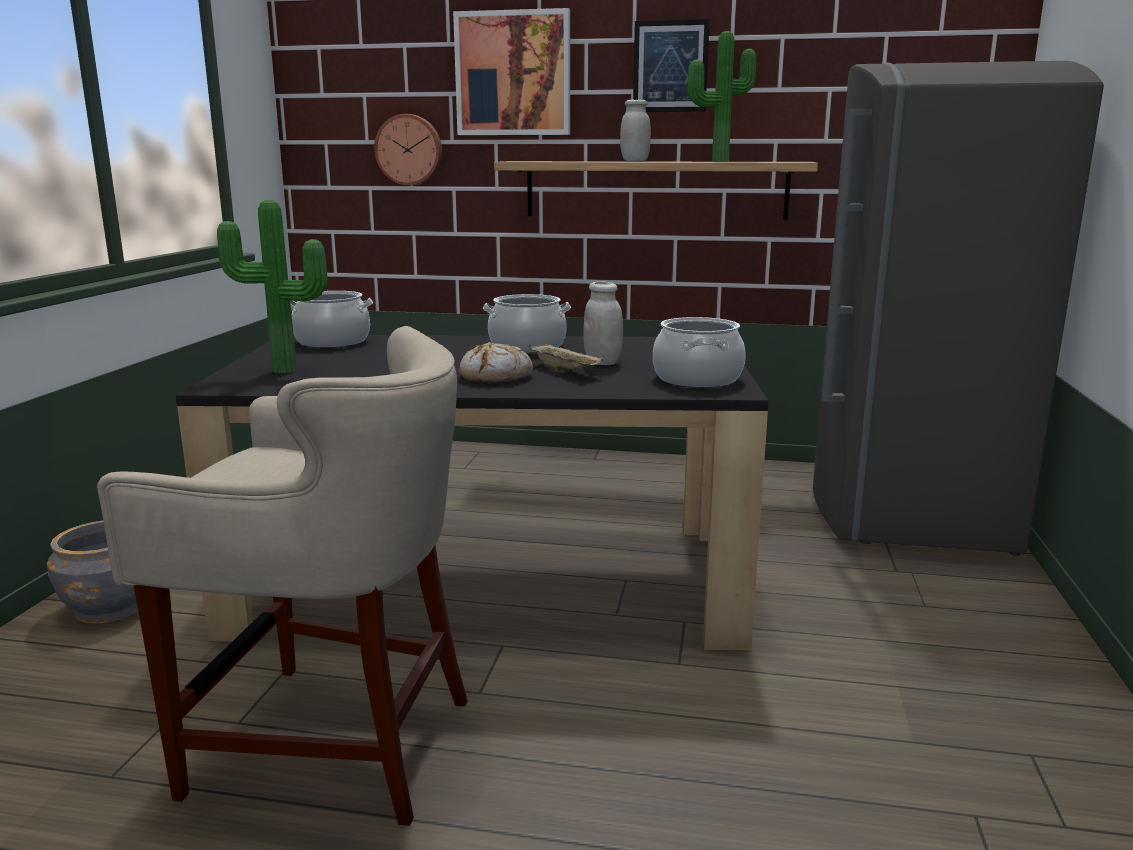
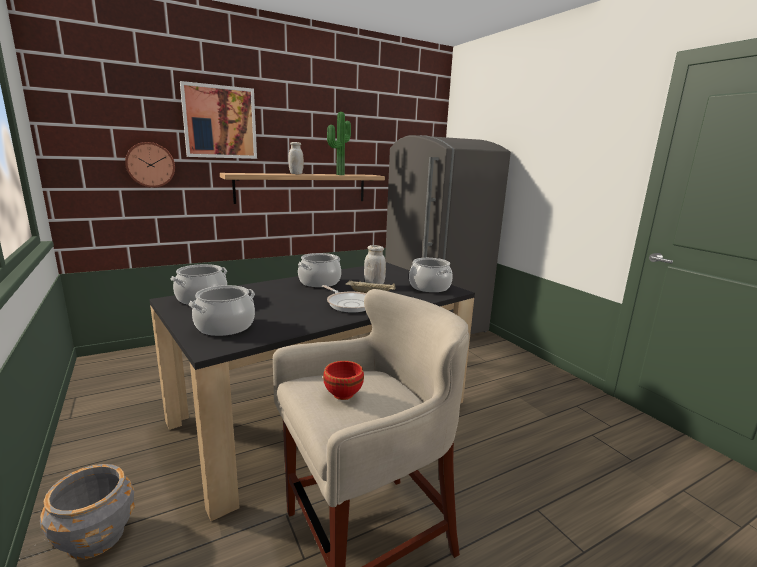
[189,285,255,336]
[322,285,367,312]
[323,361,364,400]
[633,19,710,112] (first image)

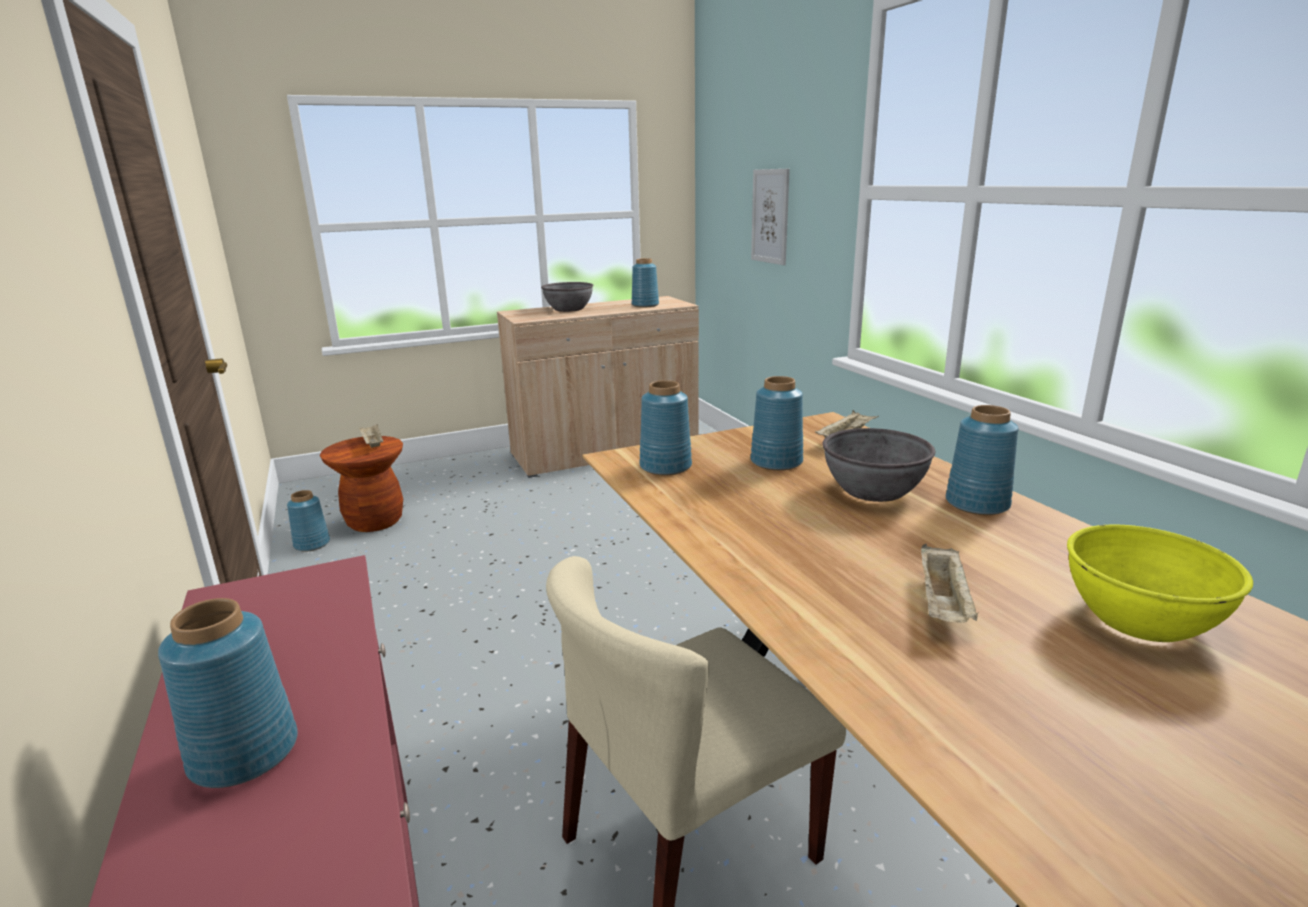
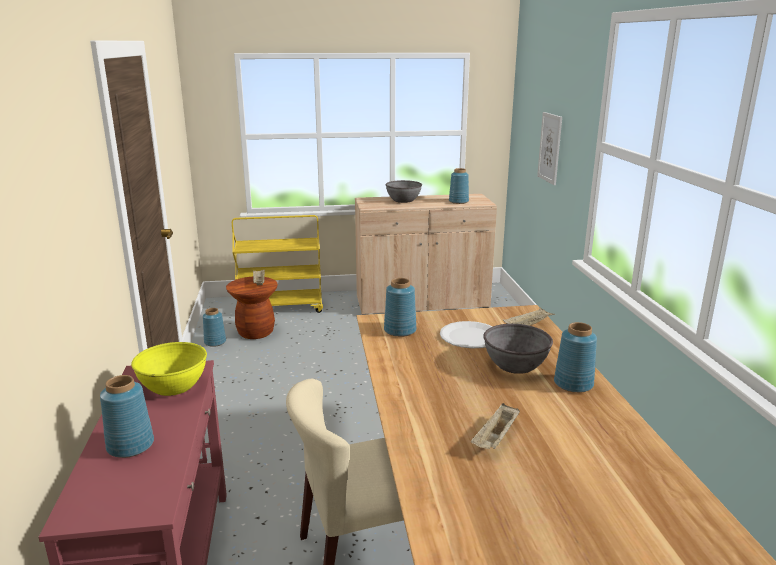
[131,342,207,396]
[232,215,323,313]
[440,321,493,348]

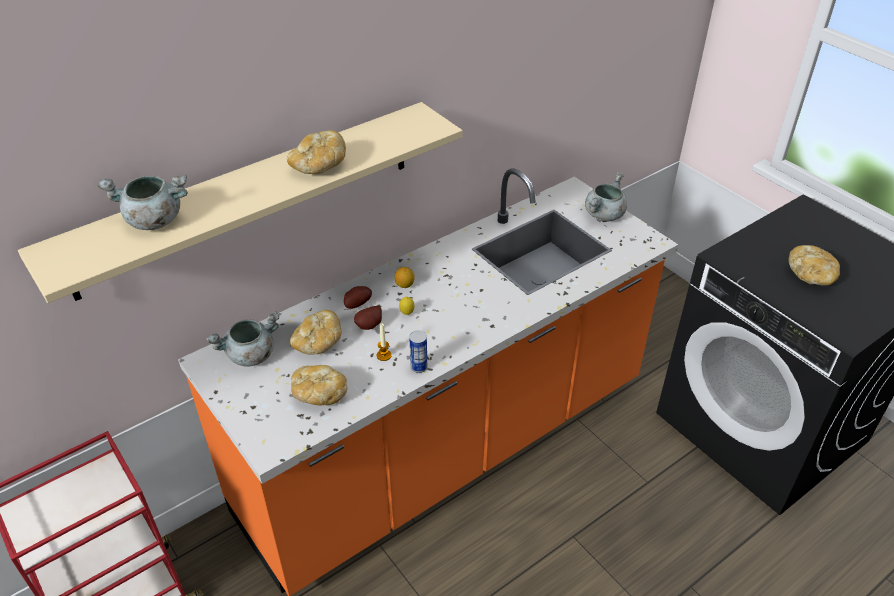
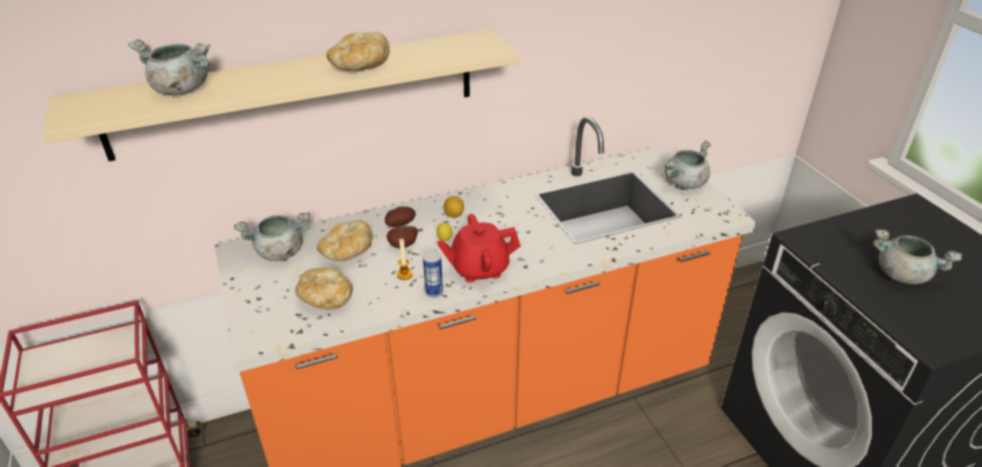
[437,214,521,283]
[873,229,962,284]

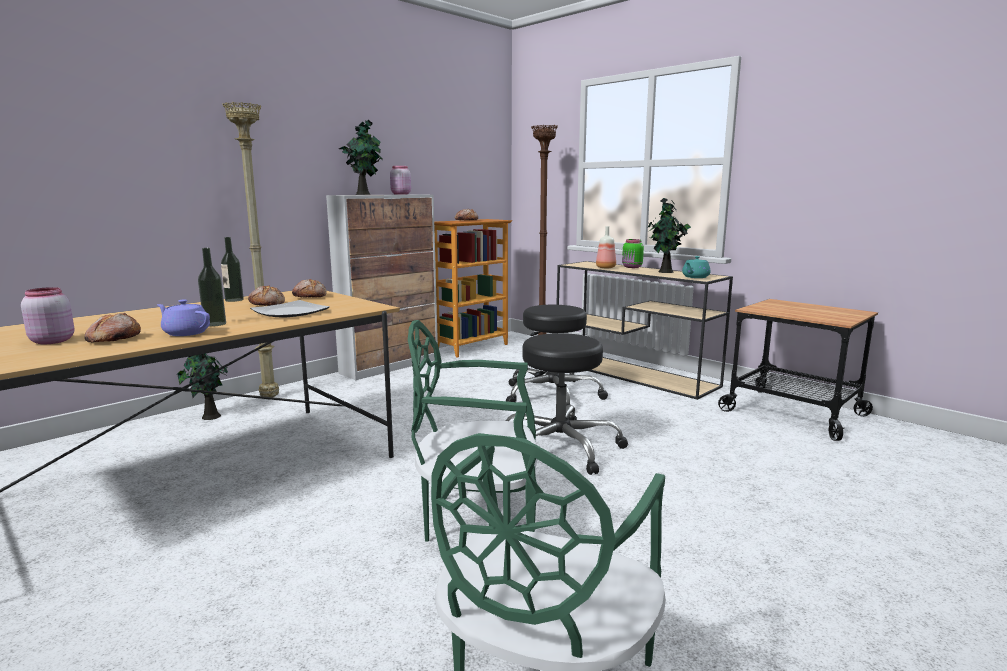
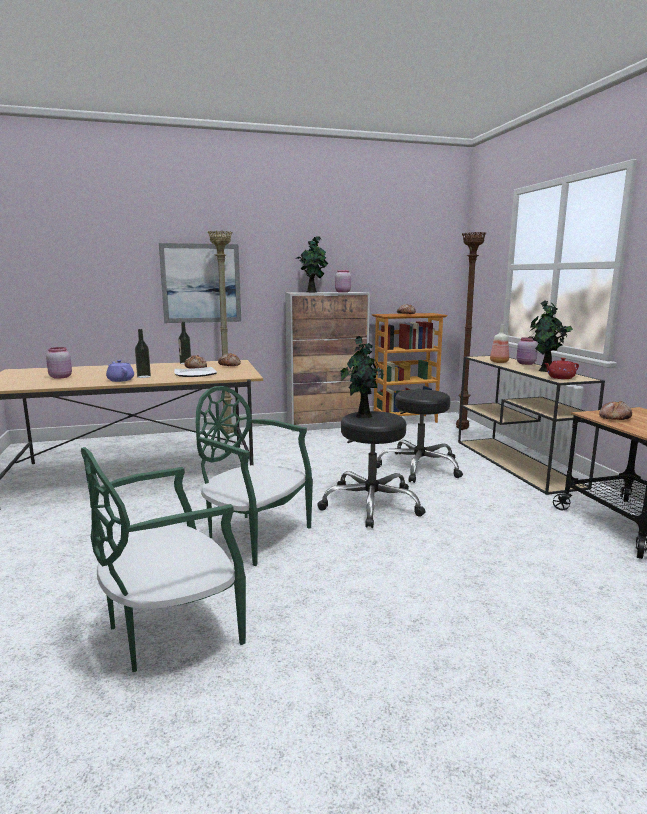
[159,243,241,323]
[341,335,384,418]
[517,337,538,365]
[544,358,579,379]
[599,401,632,420]

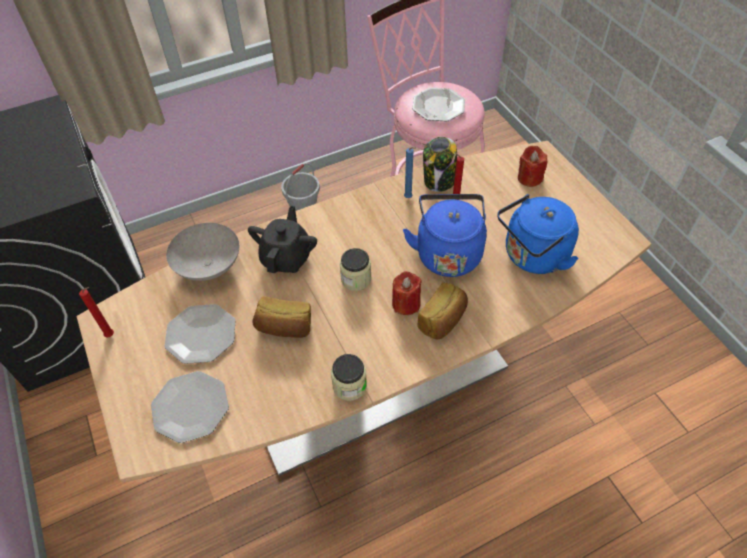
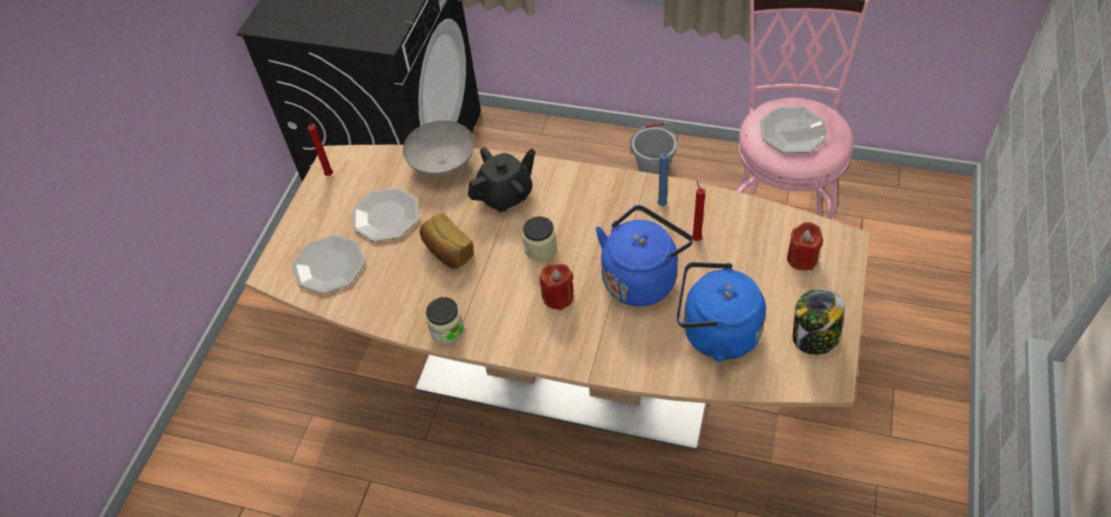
[793,289,845,355]
[417,283,468,339] (first image)

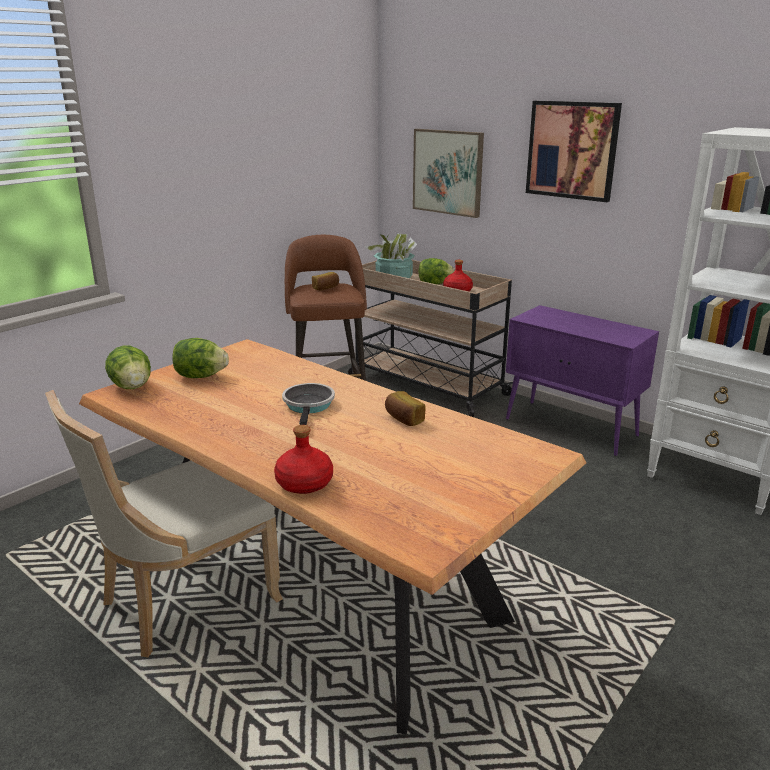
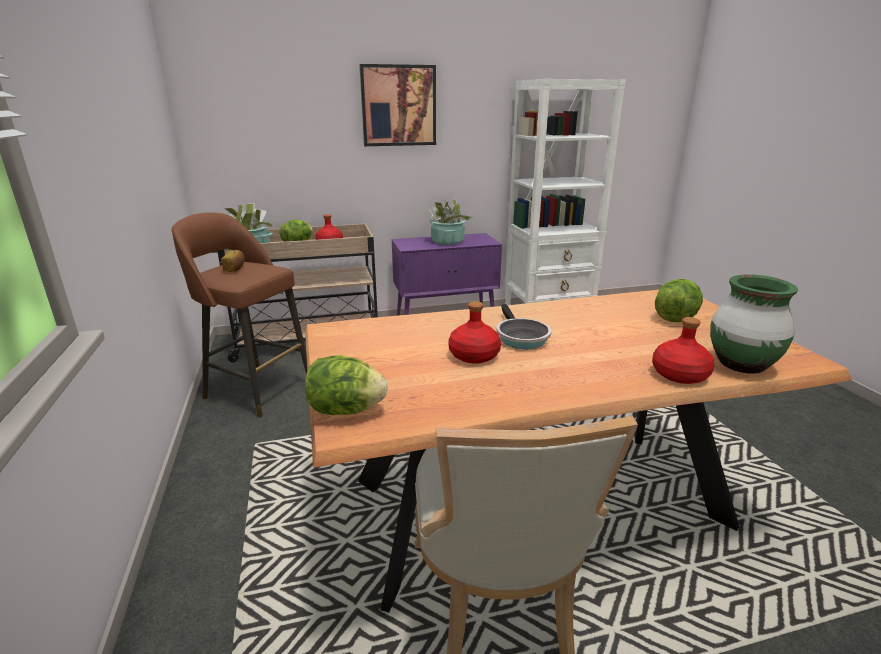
[428,199,472,245]
[448,301,501,364]
[496,304,551,349]
[655,279,703,322]
[710,274,798,374]
[385,391,426,426] (first image)
[413,129,484,218] (first image)

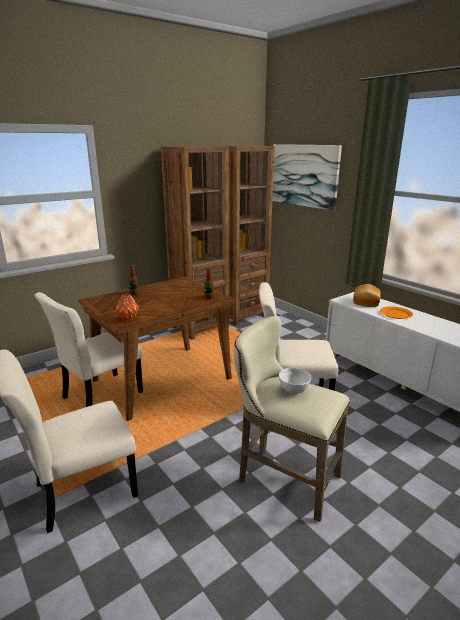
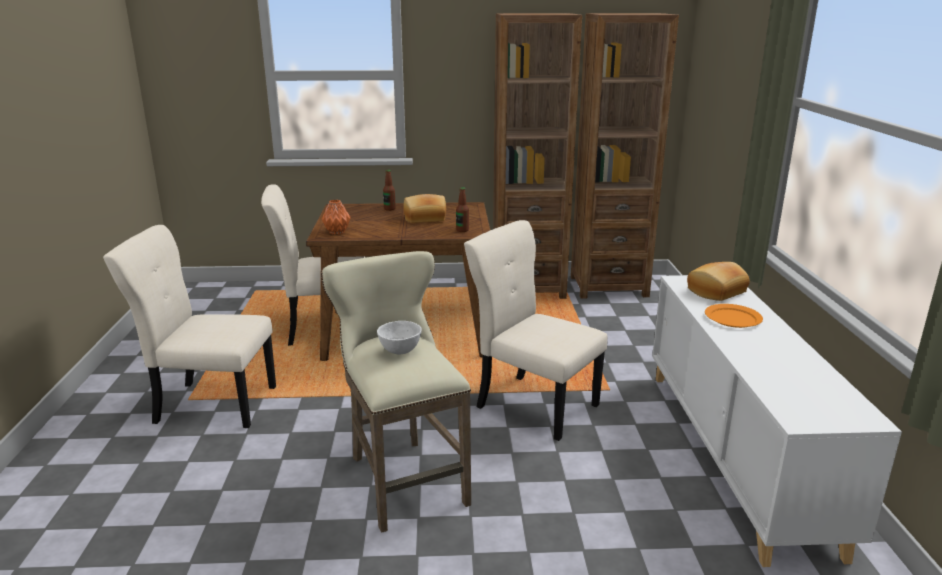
[403,194,446,223]
[272,144,342,211] (first image)

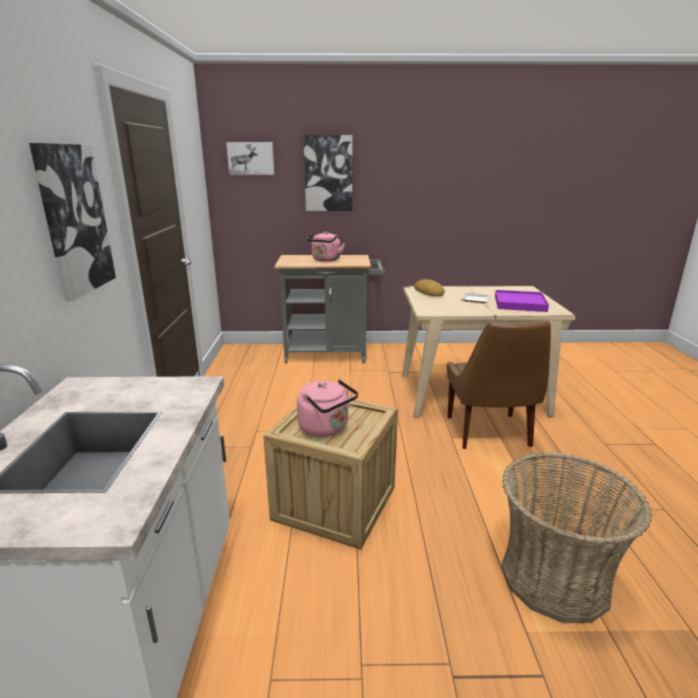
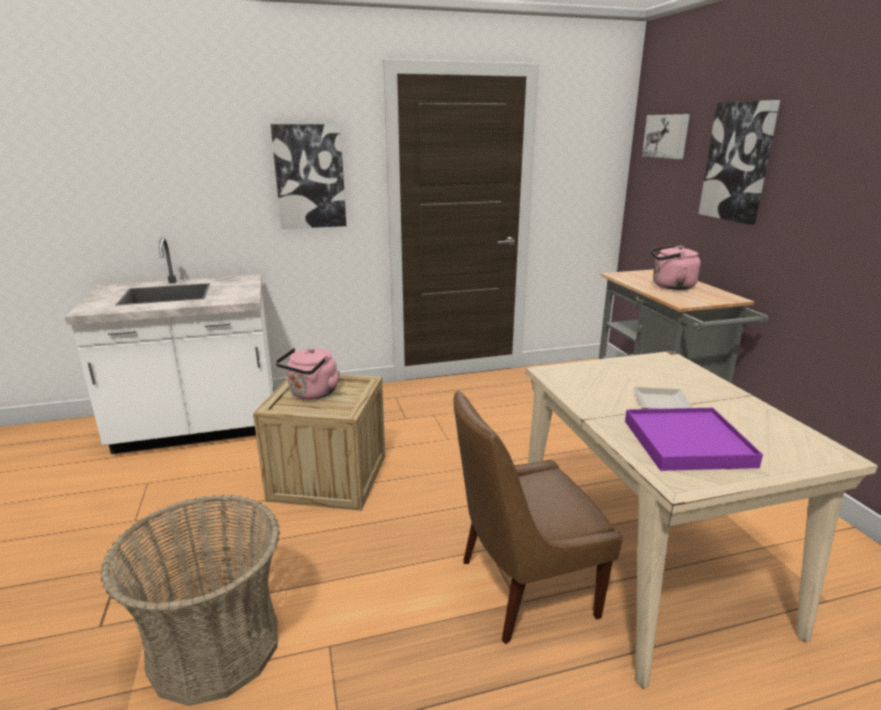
[414,279,445,297] (first image)

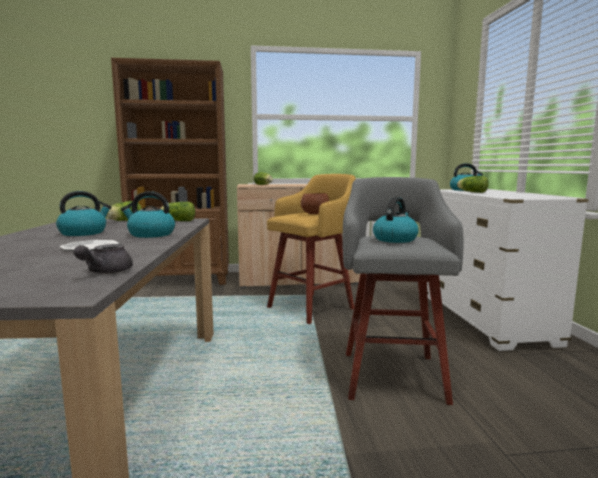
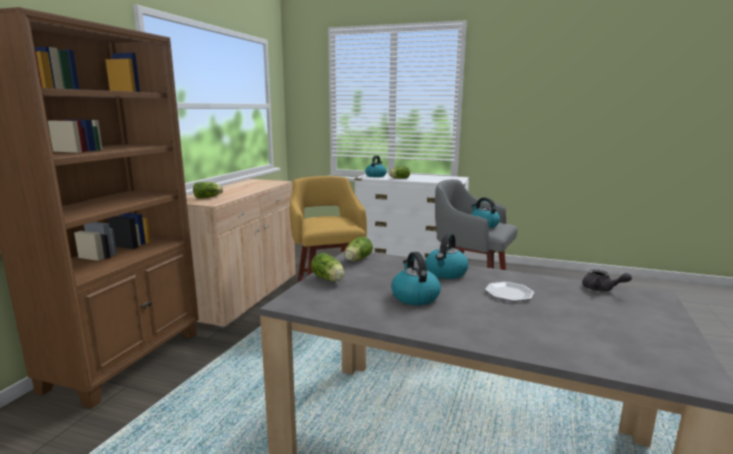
[301,193,329,214] (first image)

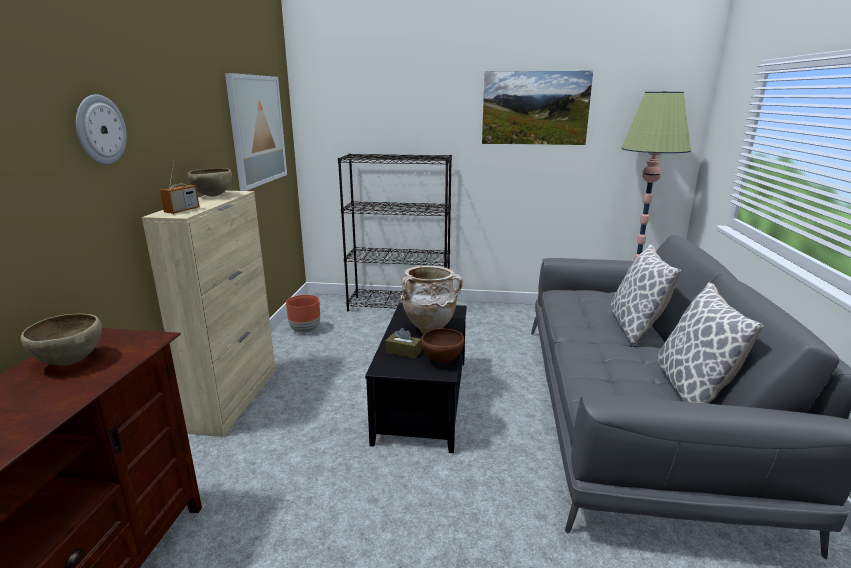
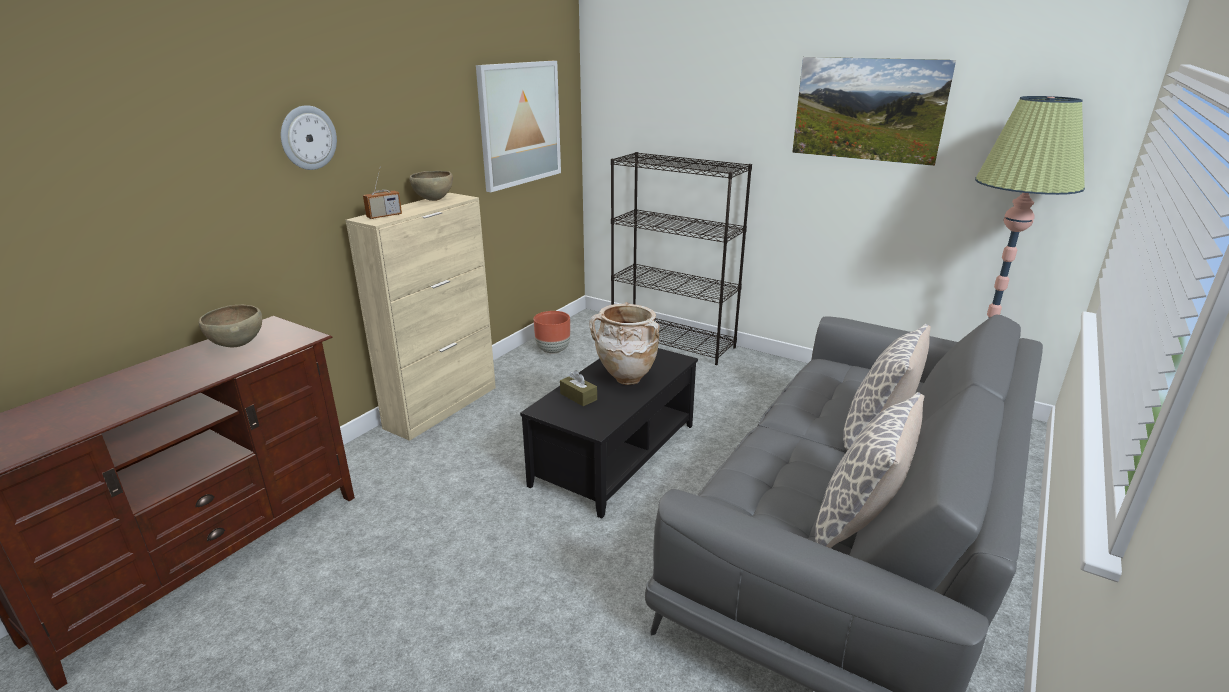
[421,328,465,363] (first image)

